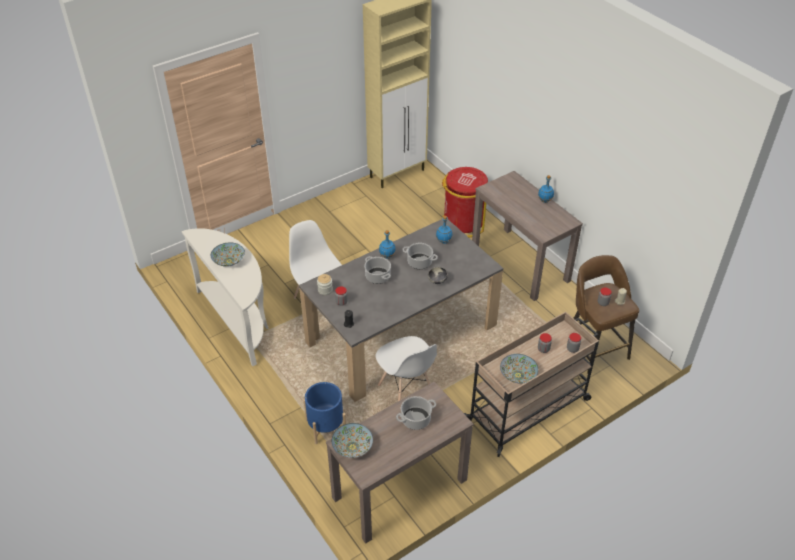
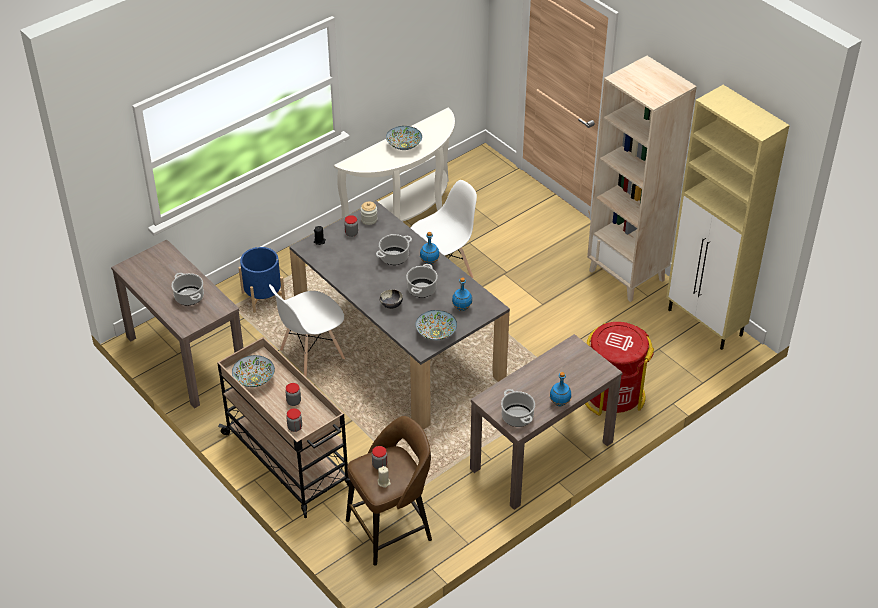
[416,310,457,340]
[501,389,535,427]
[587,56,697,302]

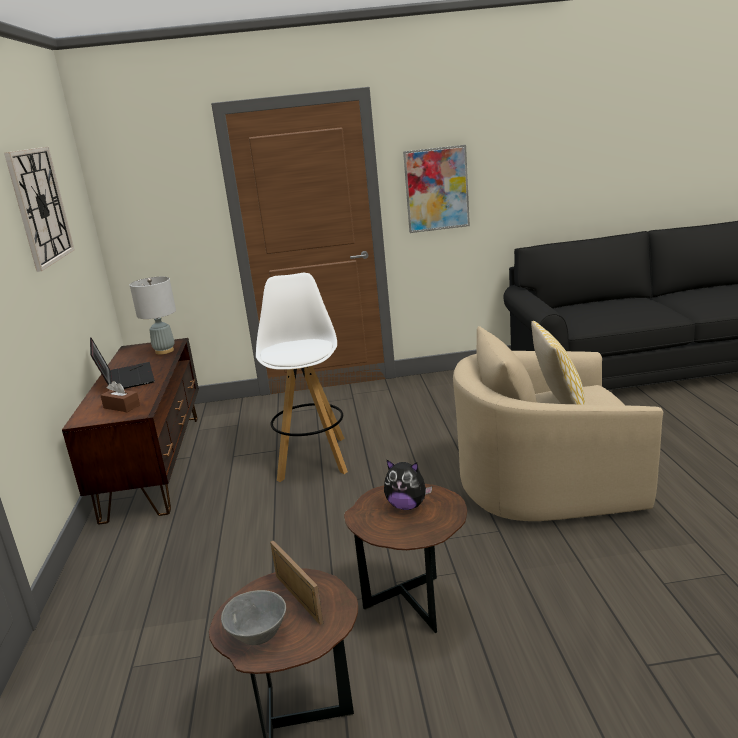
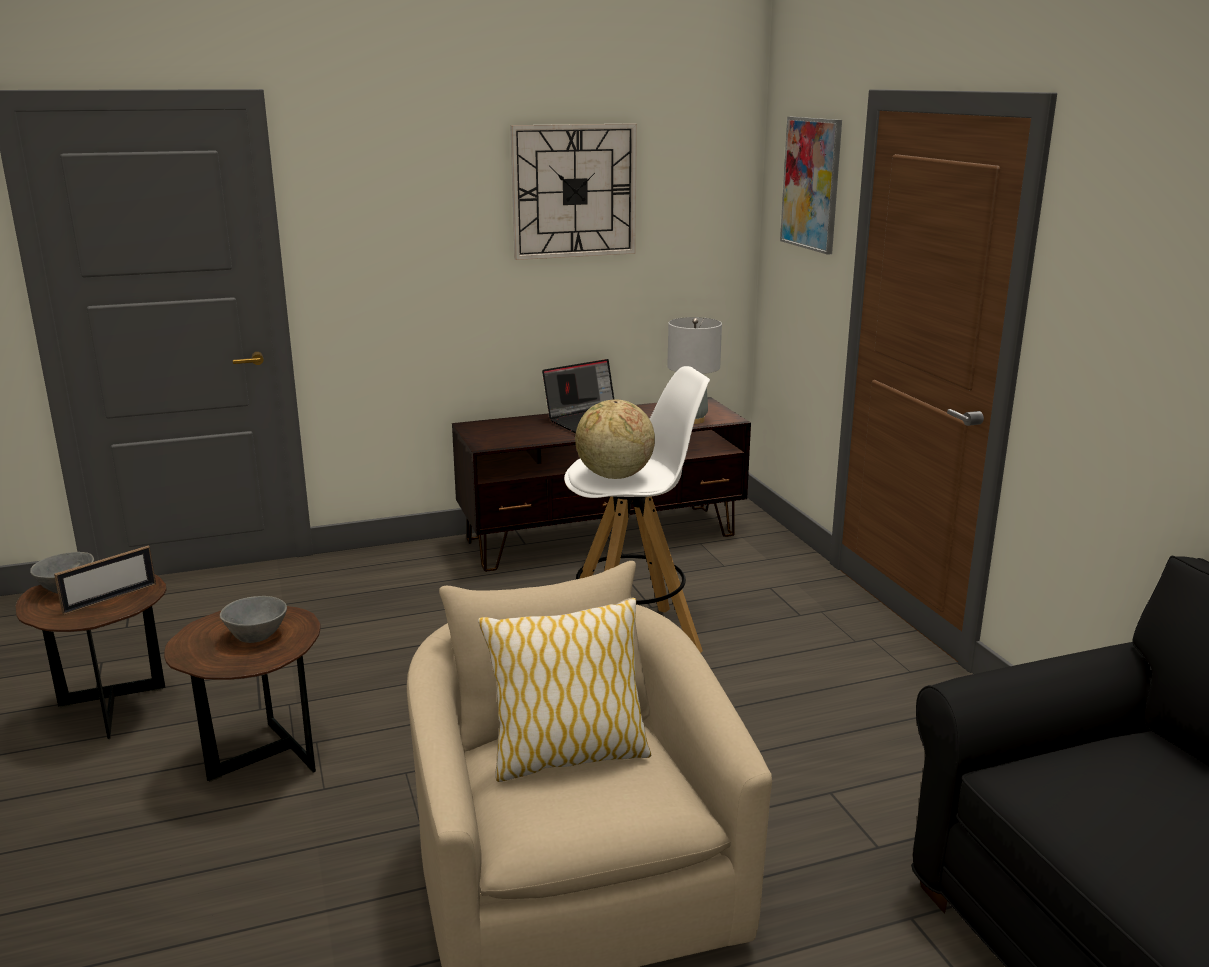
[220,596,287,643]
[575,399,655,479]
[780,117,842,255]
[100,381,140,412] (first image)

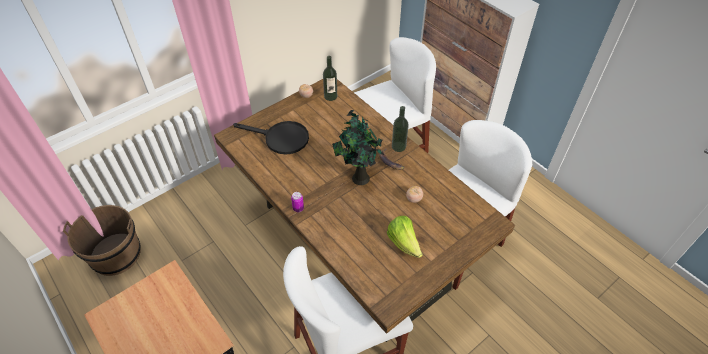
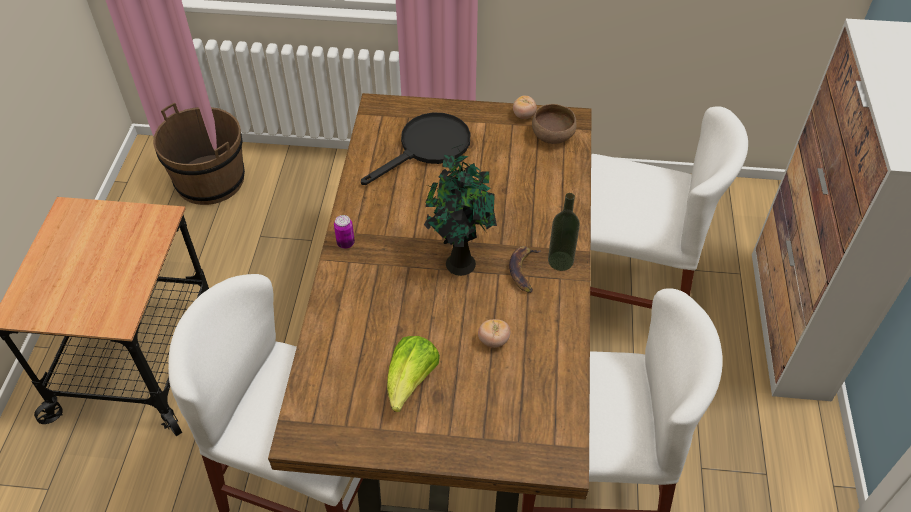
[361,113,470,185]
[532,104,577,144]

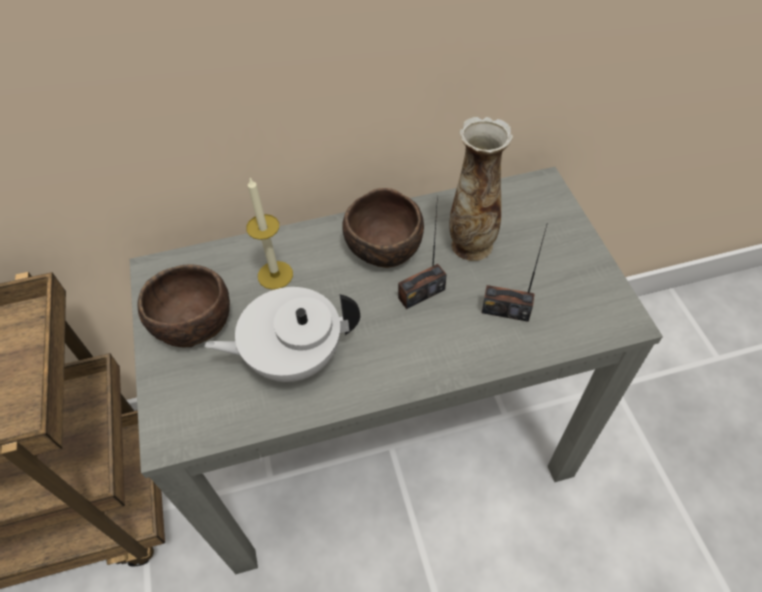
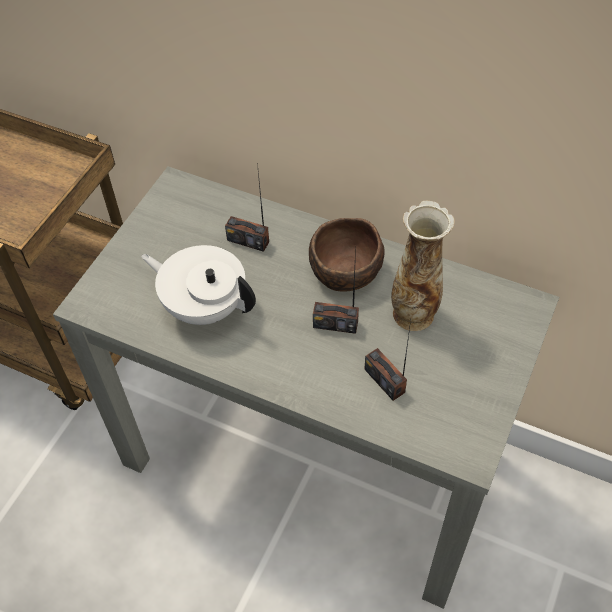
[225,162,269,252]
[137,264,230,348] (first image)

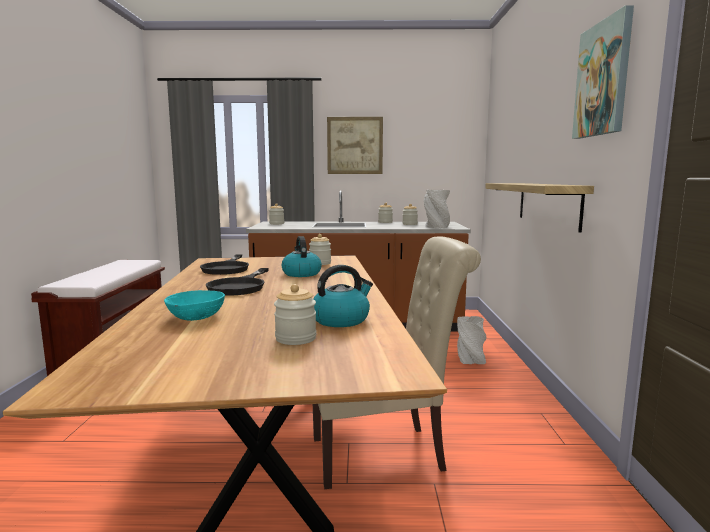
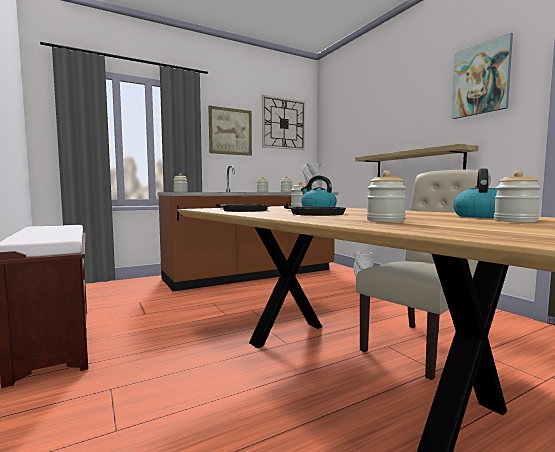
[262,95,305,150]
[367,171,406,222]

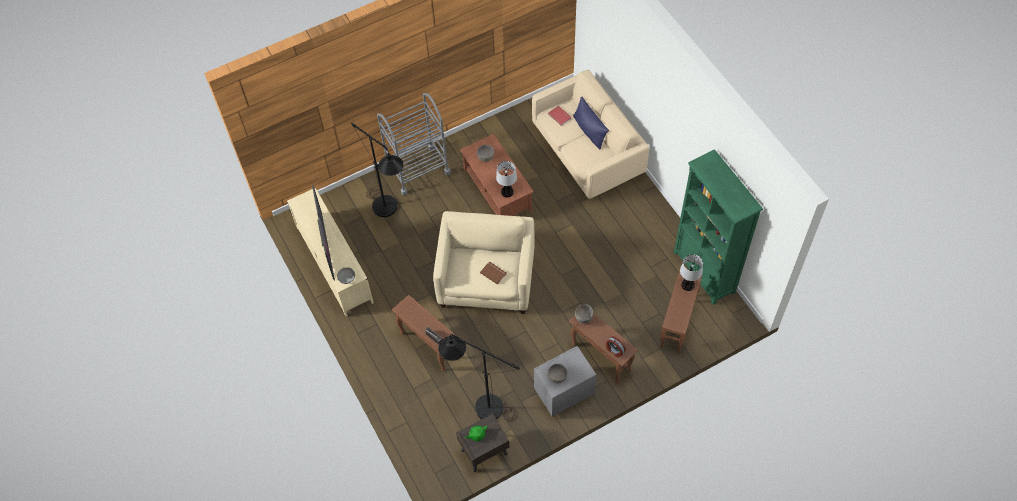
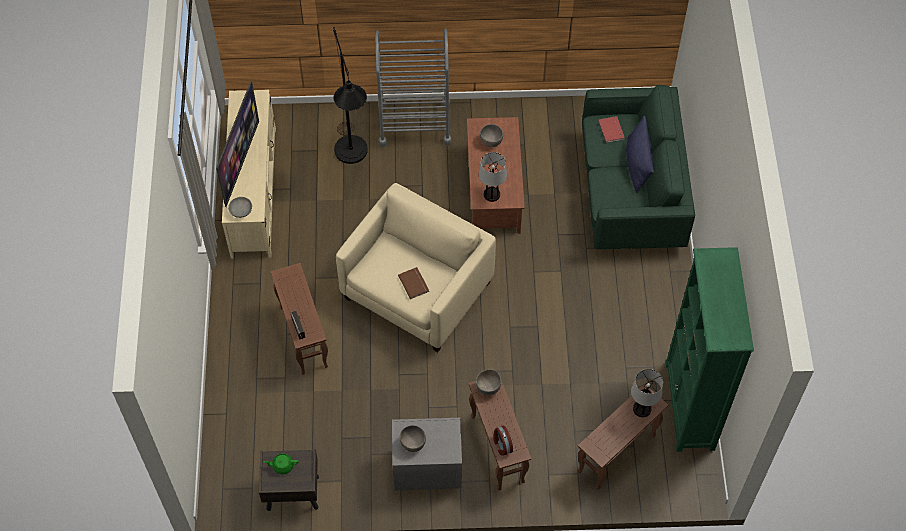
[582,85,695,249]
[438,334,520,422] (first image)

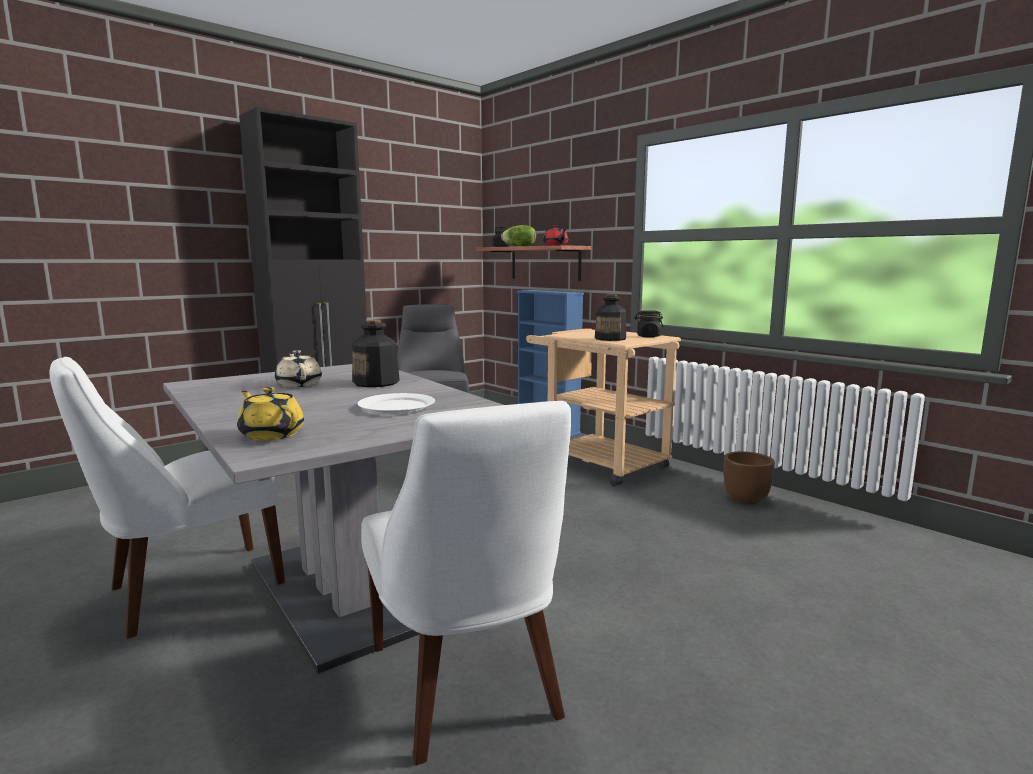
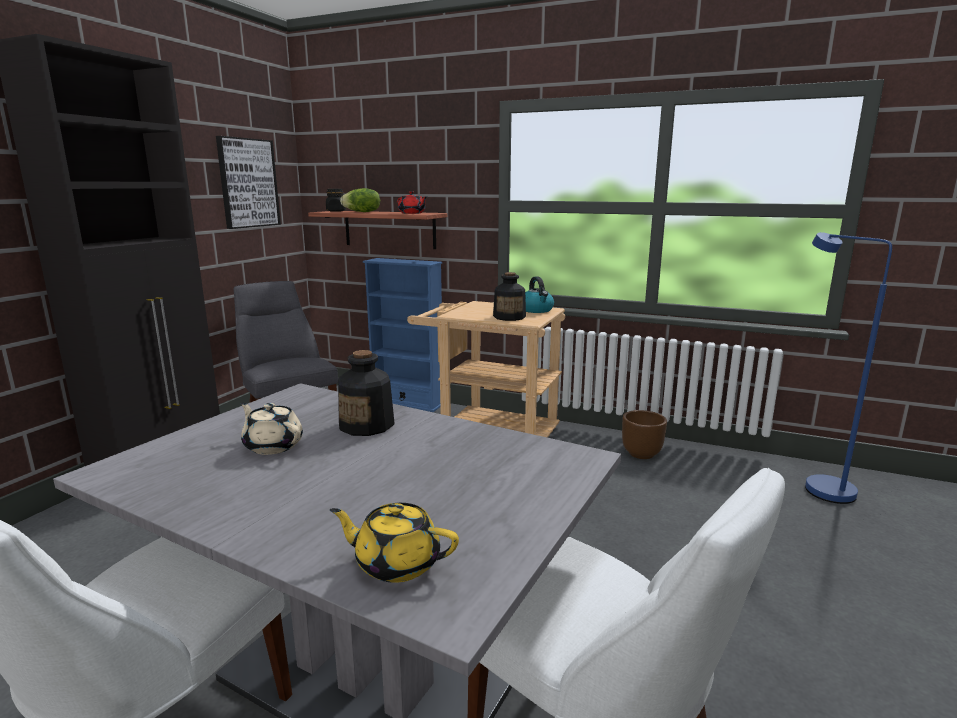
[216,136,281,229]
[525,276,554,313]
[805,232,892,504]
[357,393,435,414] (first image)

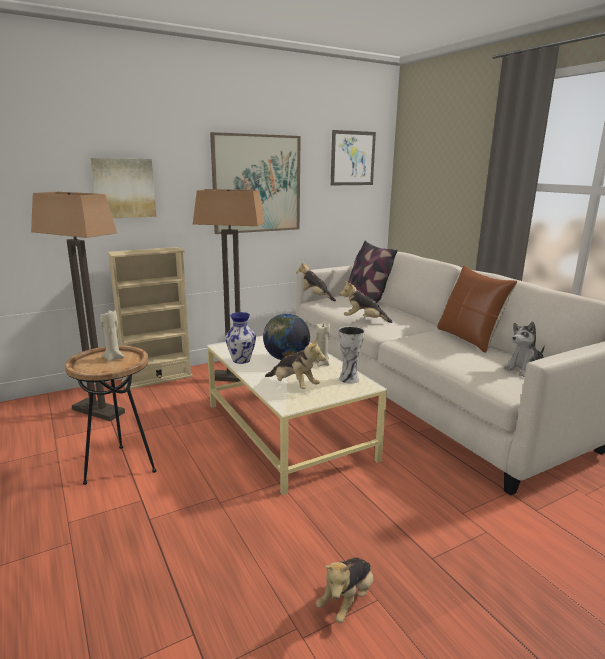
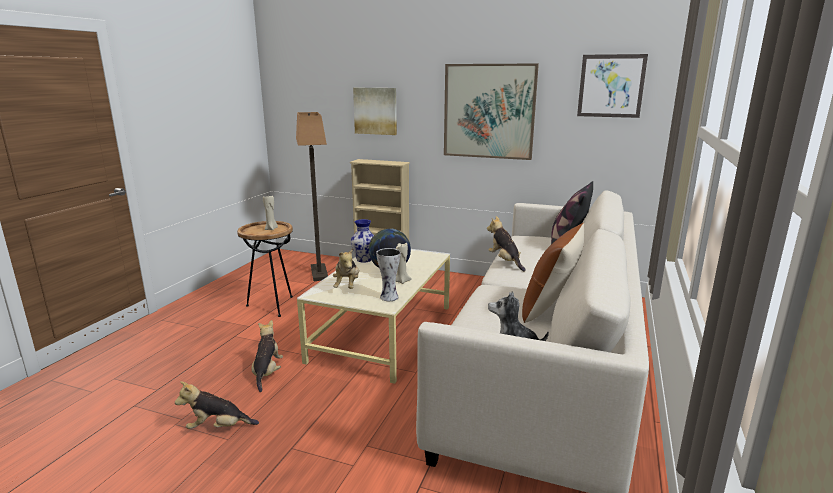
[251,320,283,392]
[193,189,265,382] (first image)

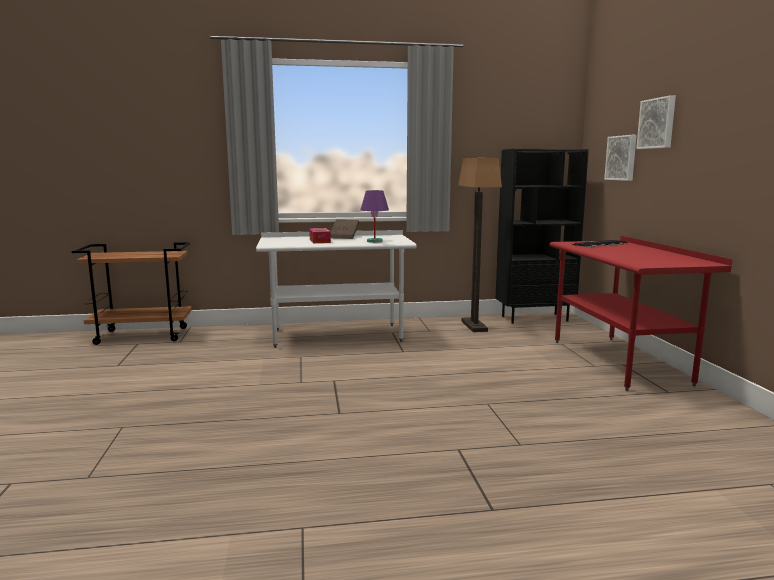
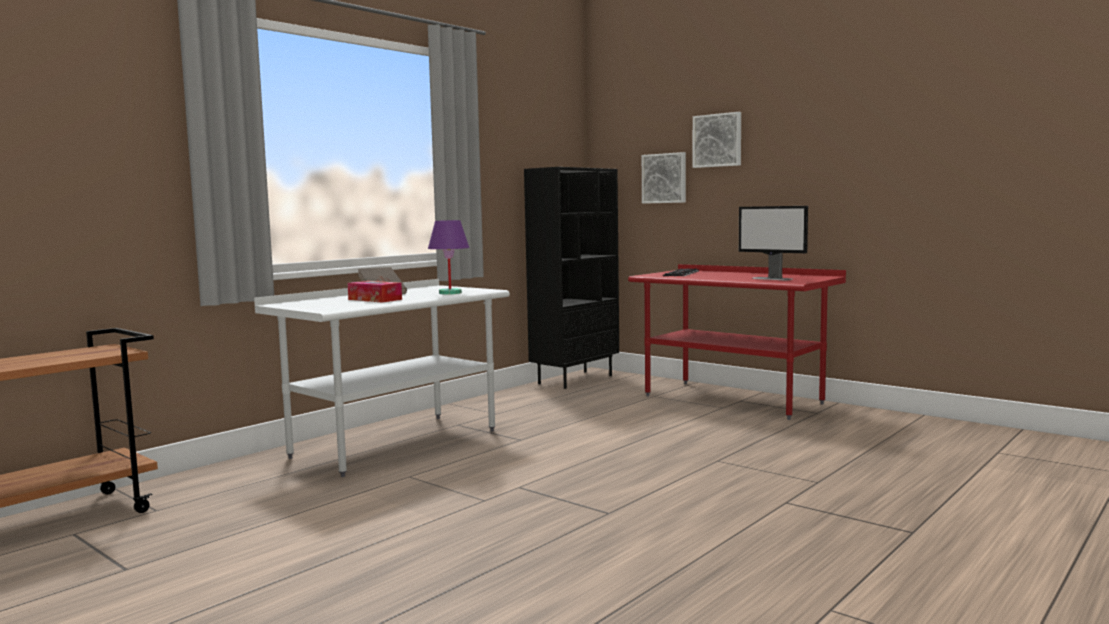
[739,206,808,280]
[458,158,502,332] (first image)

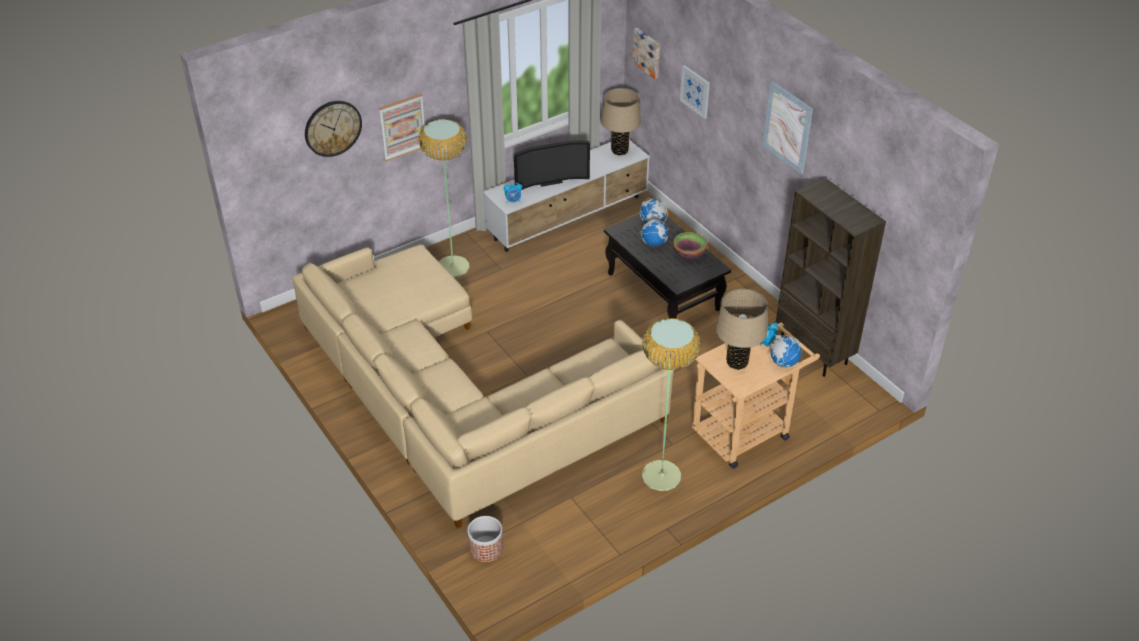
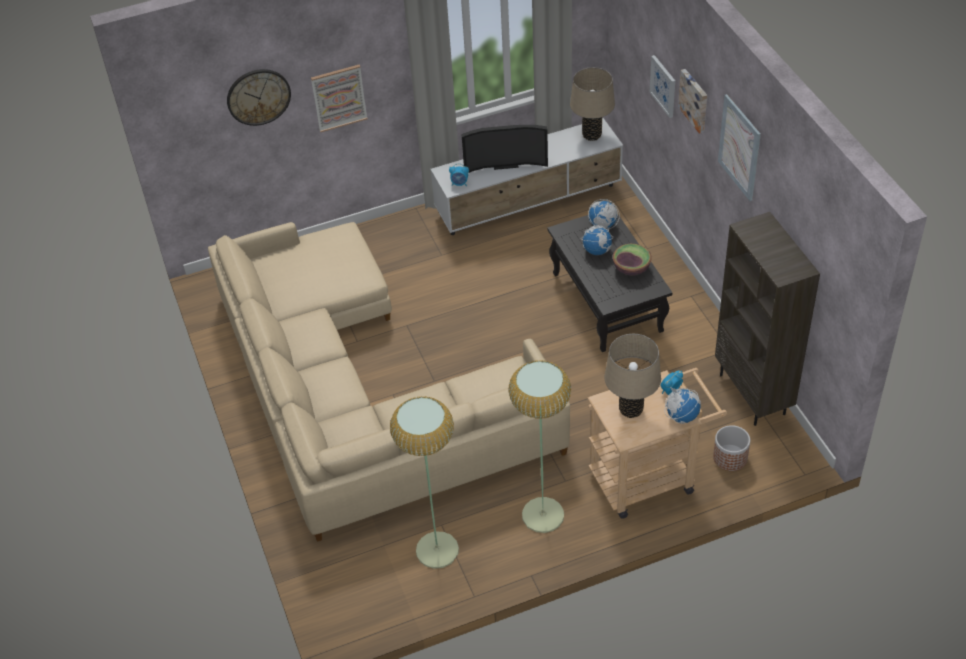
[390,396,459,569]
[678,69,707,134]
[713,425,750,471]

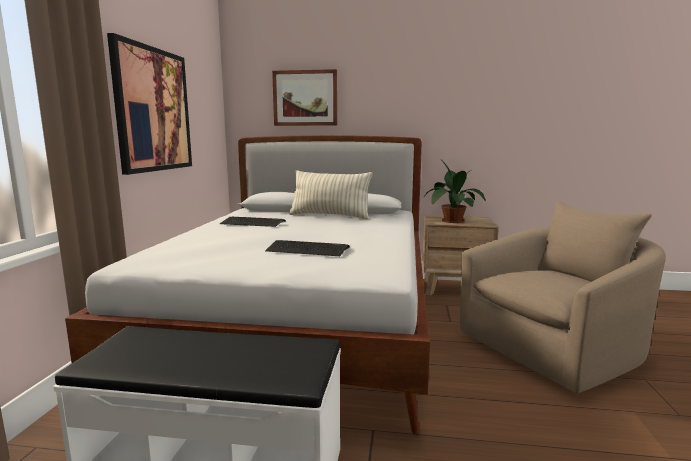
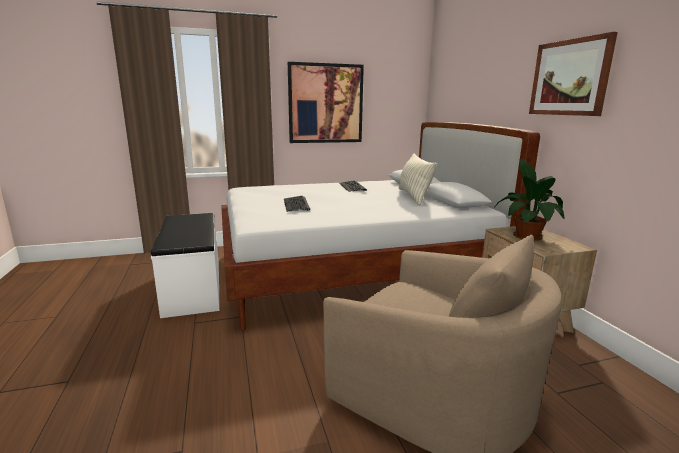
[529,32,618,116]

